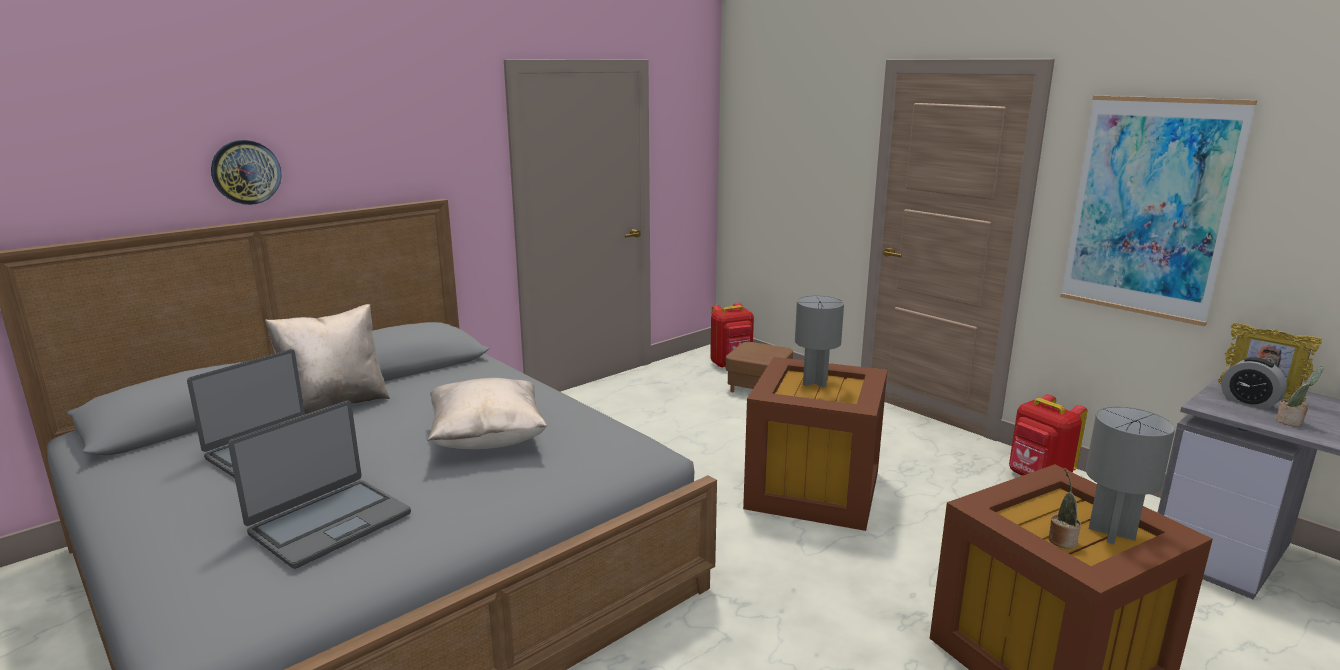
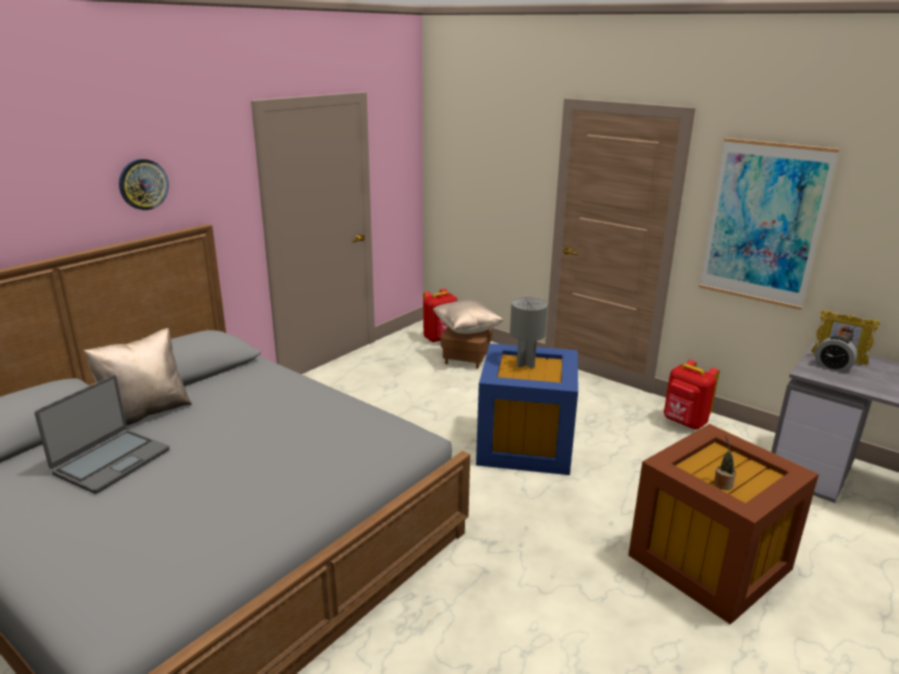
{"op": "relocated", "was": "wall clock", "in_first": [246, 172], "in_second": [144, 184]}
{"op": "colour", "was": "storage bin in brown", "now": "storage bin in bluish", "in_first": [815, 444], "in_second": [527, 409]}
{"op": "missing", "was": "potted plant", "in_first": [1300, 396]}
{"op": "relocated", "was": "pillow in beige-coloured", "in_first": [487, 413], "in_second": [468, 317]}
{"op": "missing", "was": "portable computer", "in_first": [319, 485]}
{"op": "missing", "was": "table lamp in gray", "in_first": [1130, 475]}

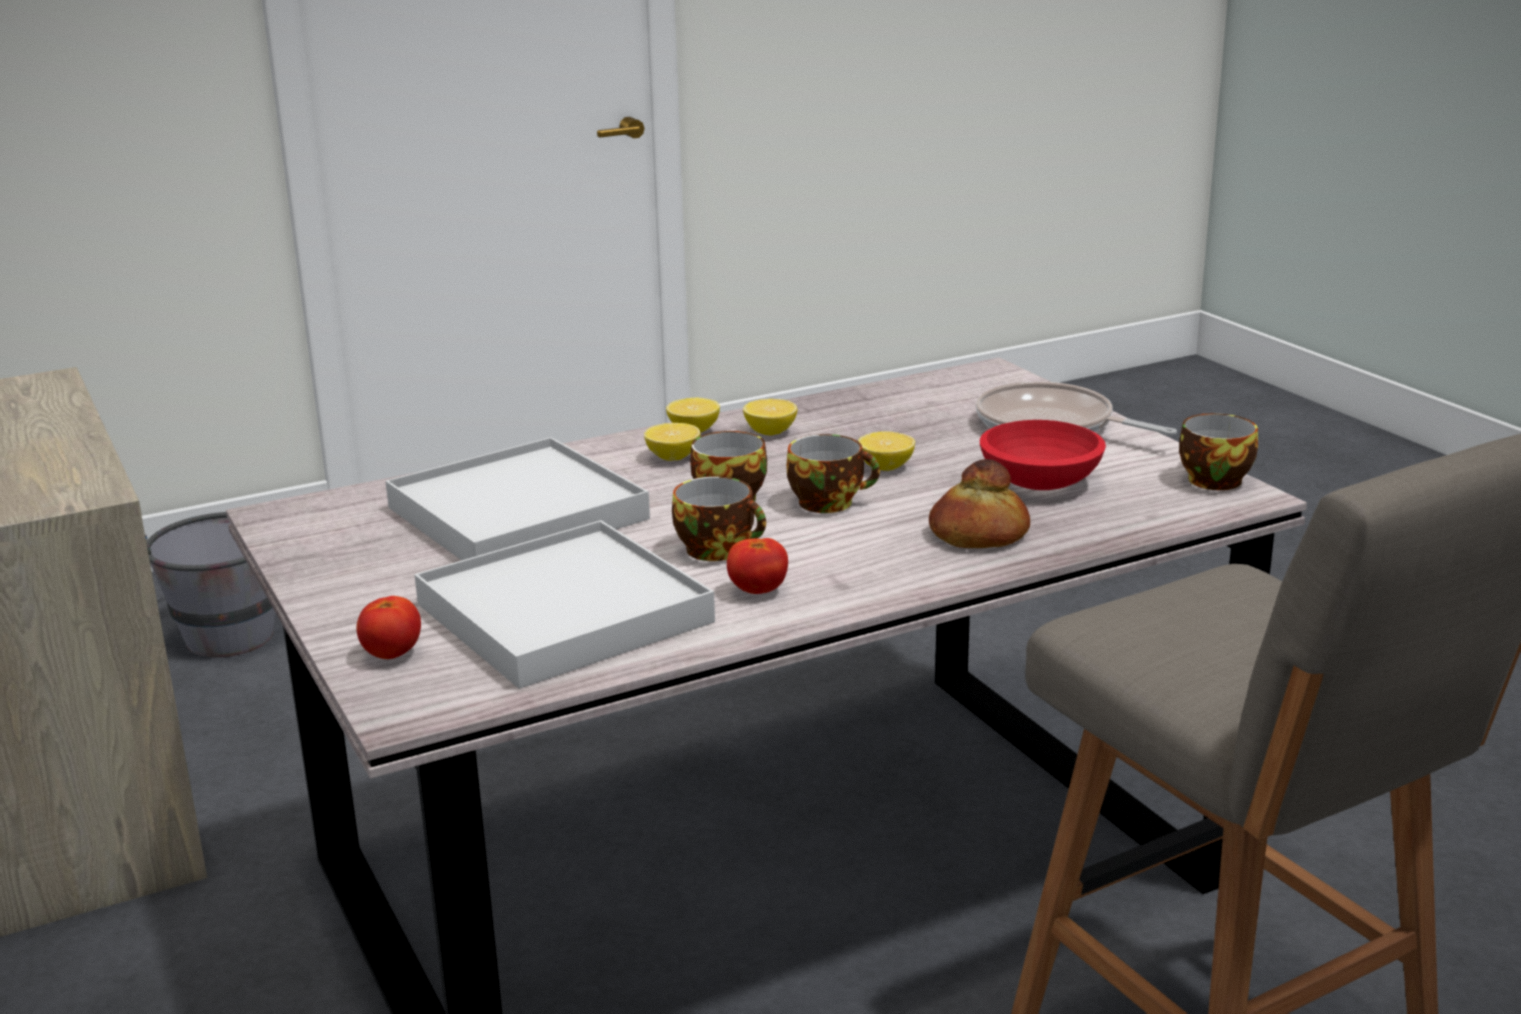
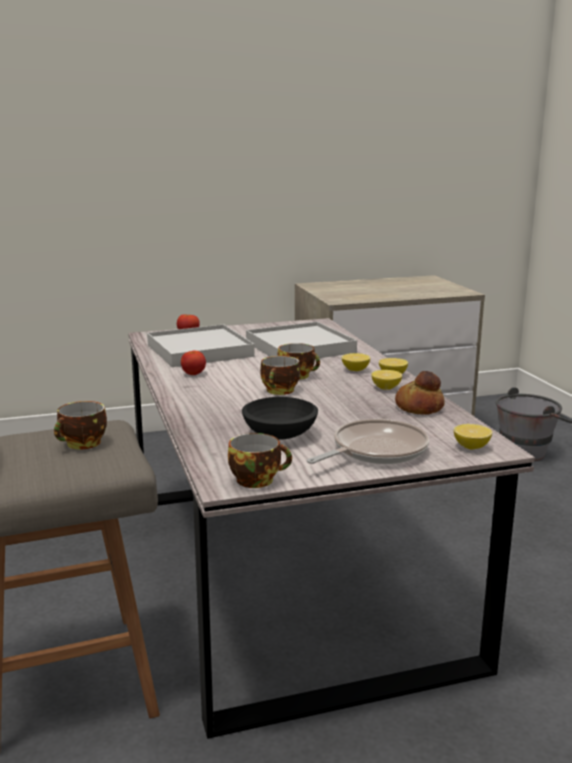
{"op": "colour", "was": "serving bowl in reddish", "now": "serving bowl in black", "in_first": [1043, 455], "in_second": [280, 418]}
{"op": "relocated", "was": "lemon", "in_first": [886, 451], "in_second": [473, 436]}
{"op": "relocated", "was": "baked bread", "in_first": [979, 503], "in_second": [420, 393]}
{"op": "relocated", "was": "small cup", "in_first": [719, 519], "in_second": [80, 425]}

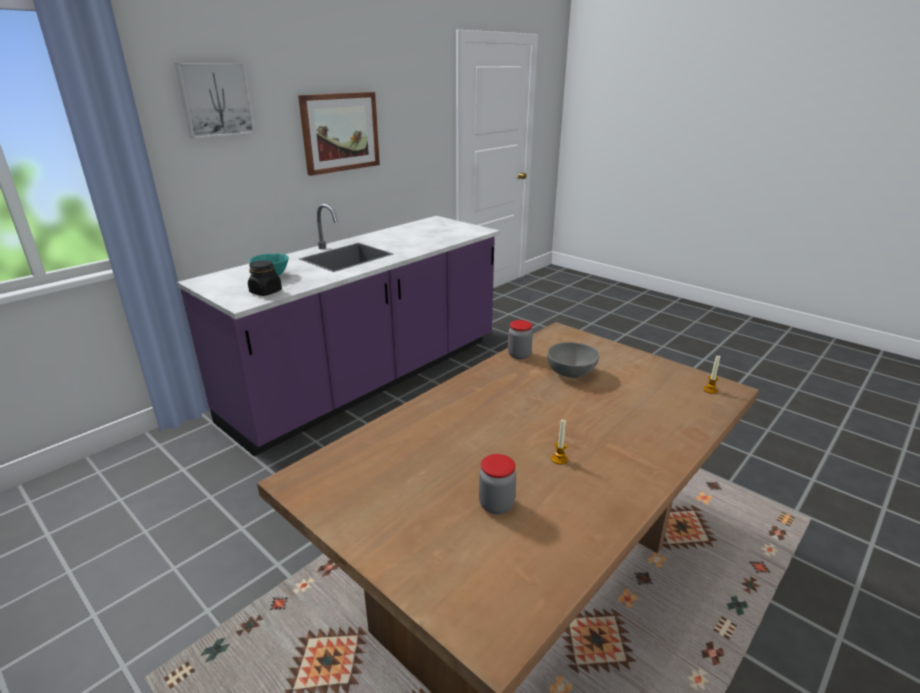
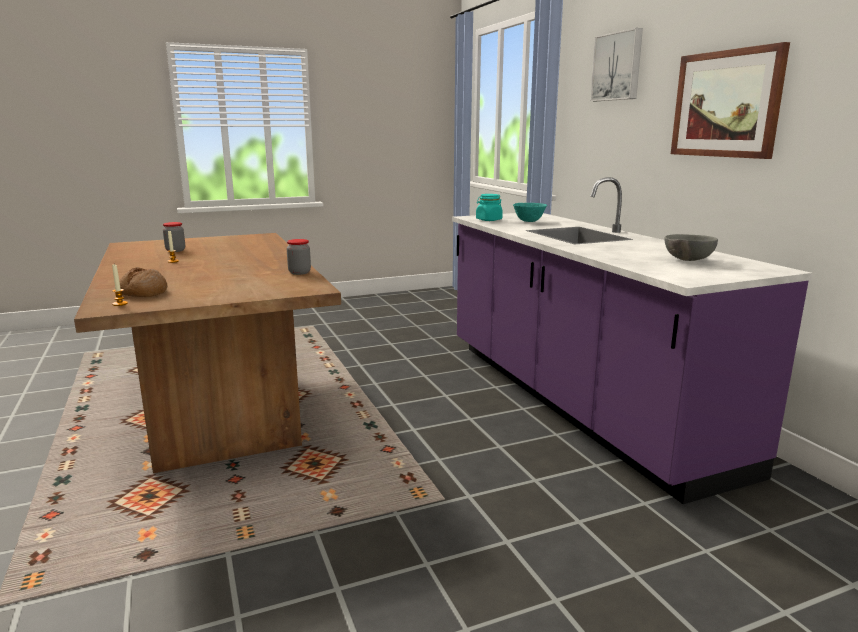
{"op": "colour", "was": "storage jar in black", "now": "storage jar in turquoise-coloured", "in_first": [265, 278], "in_second": [489, 207]}
{"op": "relocated", "was": "serving bowl in gray", "in_first": [573, 360], "in_second": [691, 247]}
{"op": "appeared", "now": "baked bread", "in_second": [143, 282]}

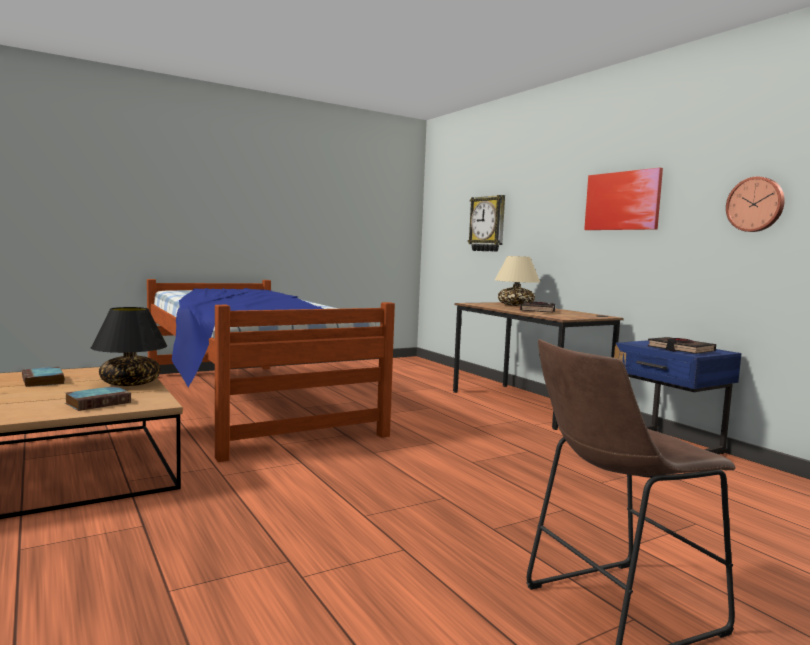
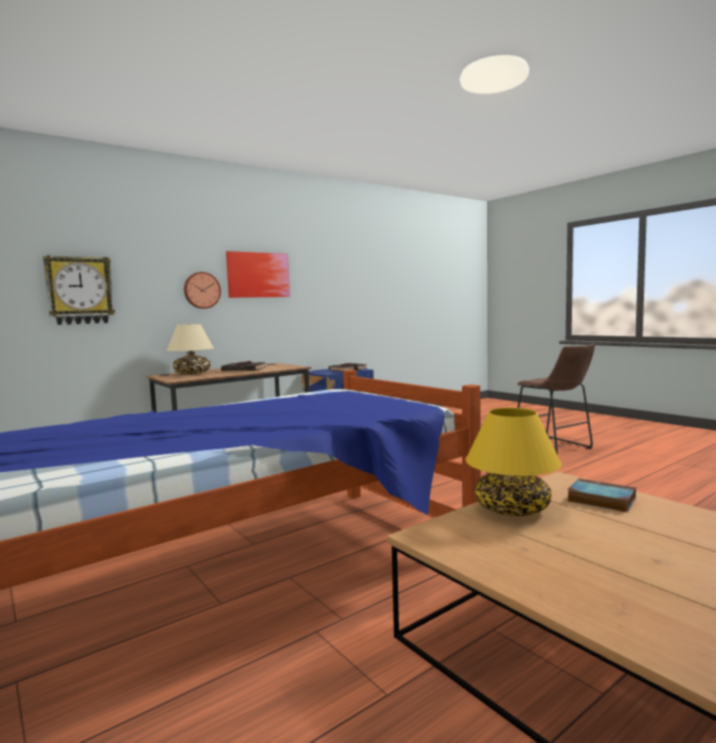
{"op": "relocated", "was": "wall clock", "in_first": [755, 204], "in_second": [202, 290]}
{"op": "colour", "was": "table lamp in black", "now": "table lamp in yellow-coloured", "in_first": [129, 346], "in_second": [514, 462]}
{"op": "missing", "was": "book", "in_first": [43, 377]}

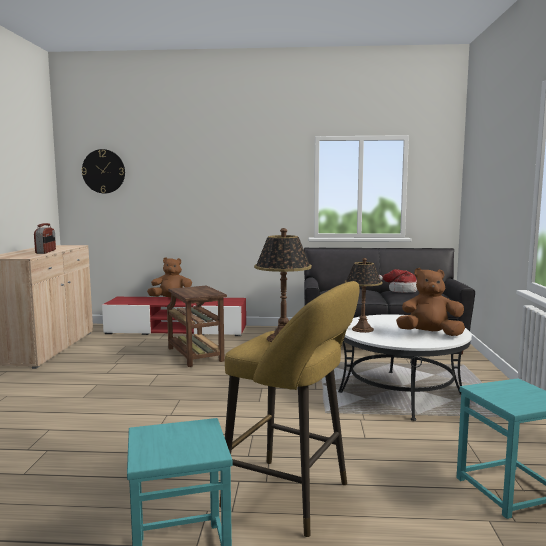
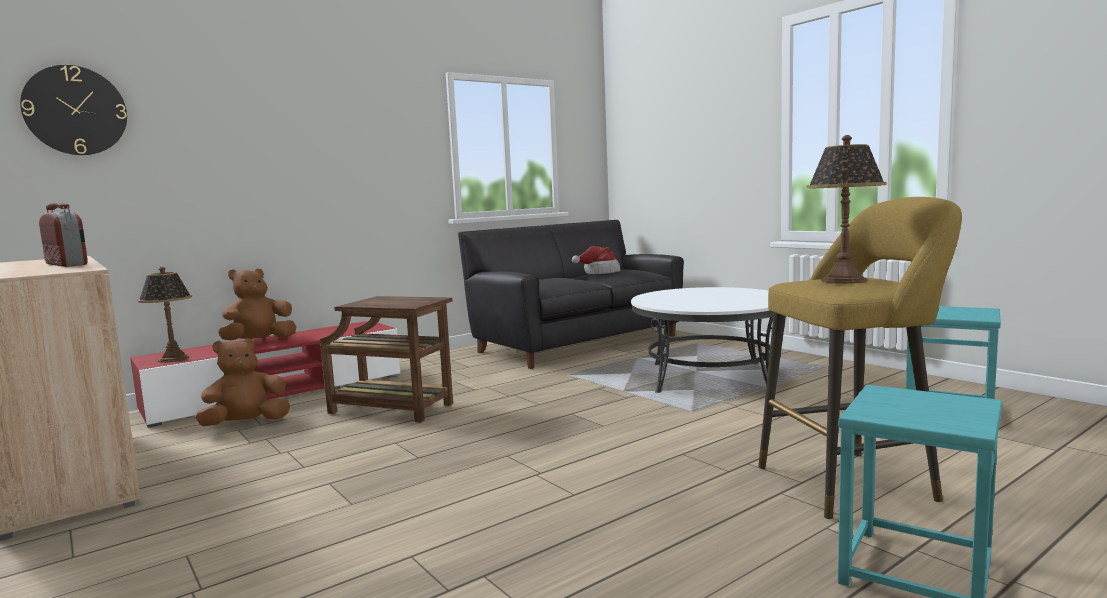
{"op": "relocated", "was": "table lamp", "in_first": [364, 295], "in_second": [165, 315]}
{"op": "relocated", "was": "cuddly toy in brown", "in_first": [430, 302], "in_second": [242, 382]}

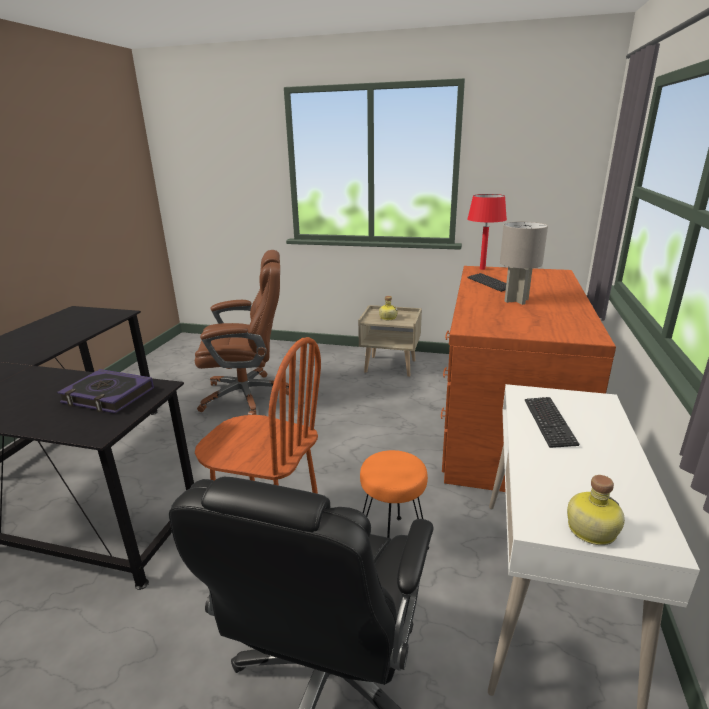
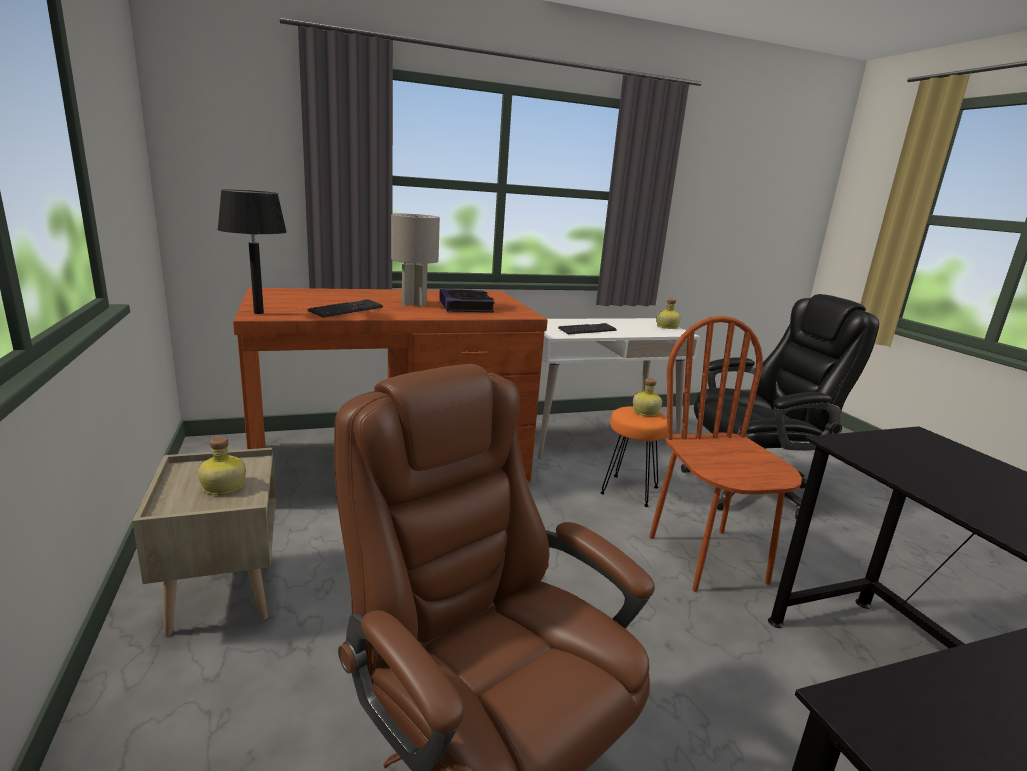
{"op": "colour", "was": "table lamp in reddish", "now": "table lamp in black", "in_first": [487, 232], "in_second": [252, 252]}
{"op": "relocated", "was": "book", "in_first": [105, 391], "in_second": [467, 300]}
{"op": "appeared", "now": "bottle", "in_second": [647, 397]}

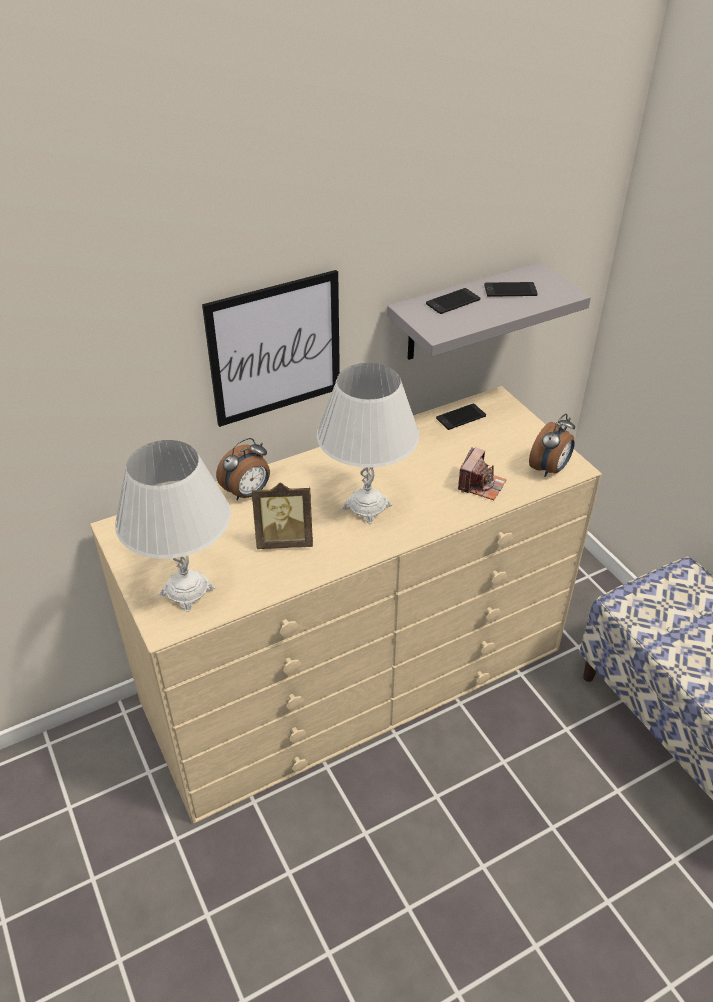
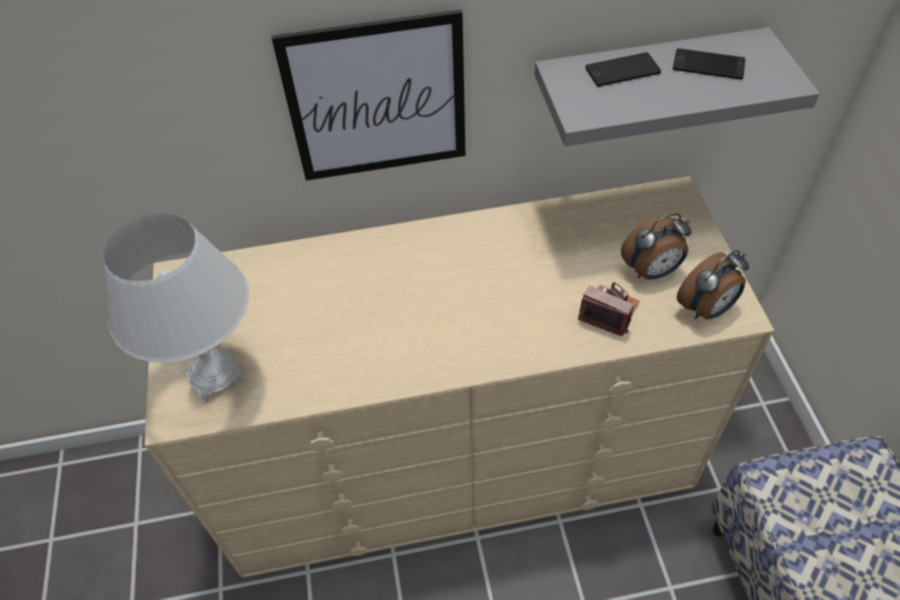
{"op": "missing", "was": "table lamp in whitish", "in_first": [368, 443]}
{"op": "missing", "was": "handset", "in_first": [461, 417]}
{"op": "relocated", "was": "alarm clock", "in_first": [243, 469], "in_second": [656, 246]}
{"op": "spun", "was": "still camera", "in_first": [482, 473], "in_second": [609, 309], "clockwise": -105}
{"op": "missing", "was": "photo frame", "in_first": [282, 516]}

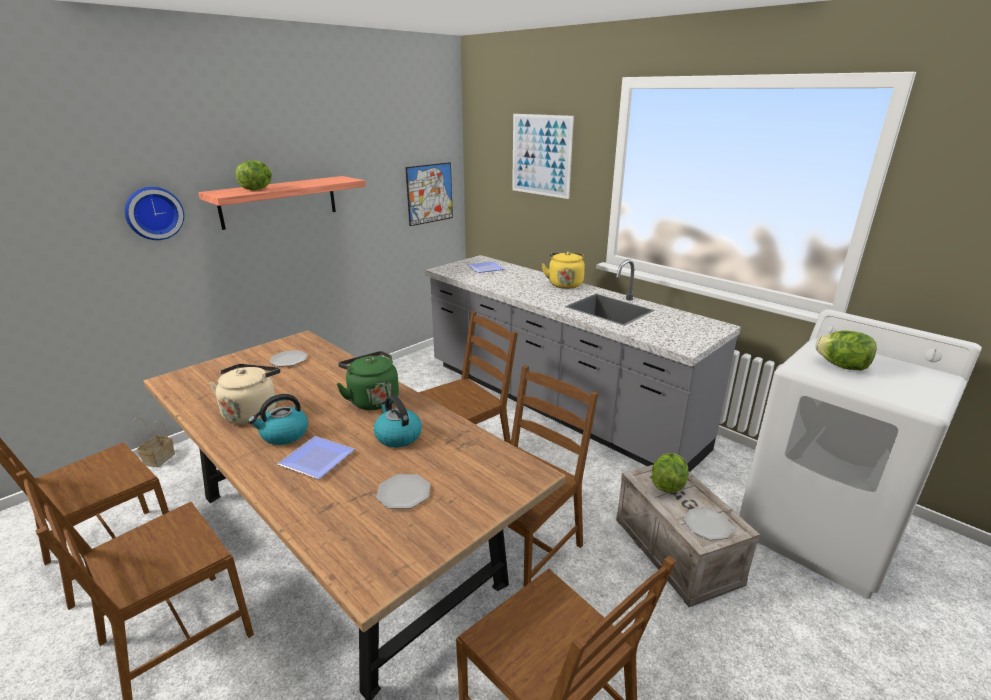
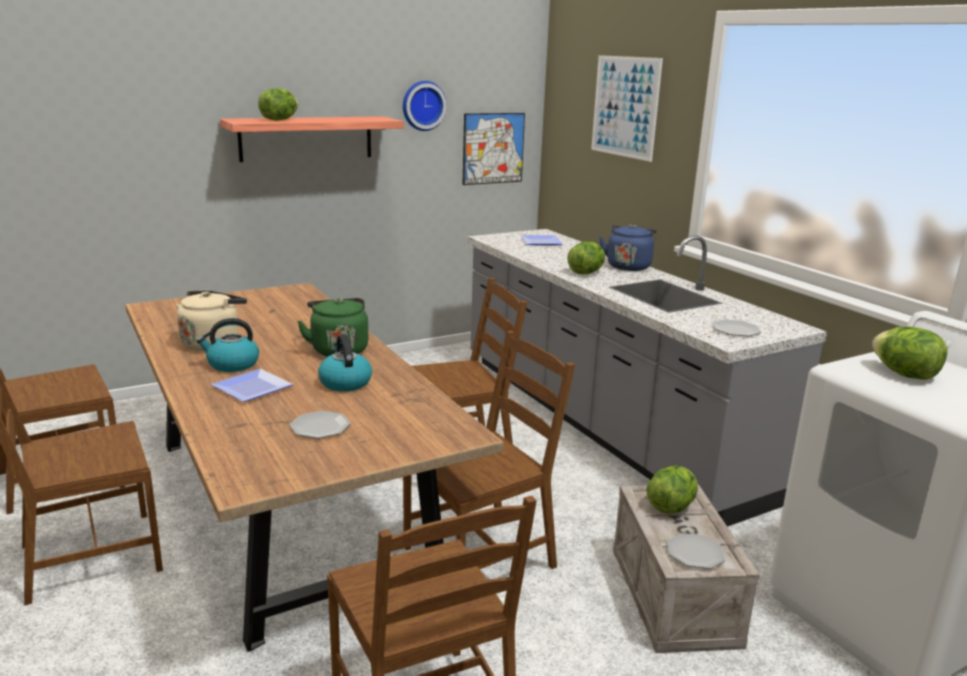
{"op": "relocated", "was": "wall clock", "in_first": [154, 213], "in_second": [425, 106]}
{"op": "colour", "was": "water kettle in yellow-coloured", "now": "water kettle in bluish", "in_first": [563, 270], "in_second": [628, 247]}
{"op": "relocated", "was": "flat dish", "in_first": [289, 358], "in_second": [736, 327]}
{"op": "missing", "was": "basket", "in_first": [154, 442]}
{"op": "appeared", "now": "lettuce head", "in_second": [586, 258]}

